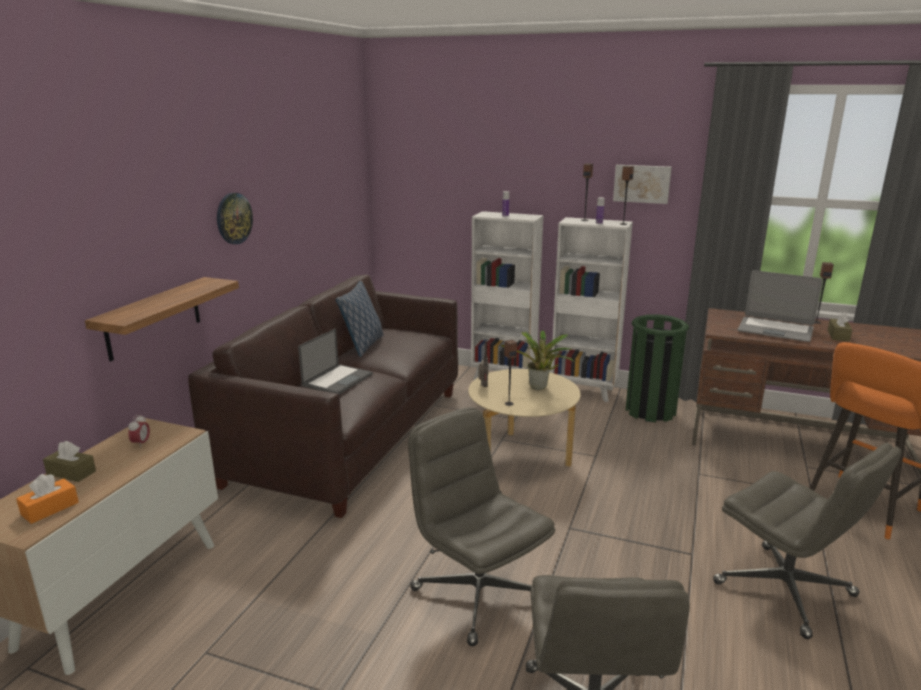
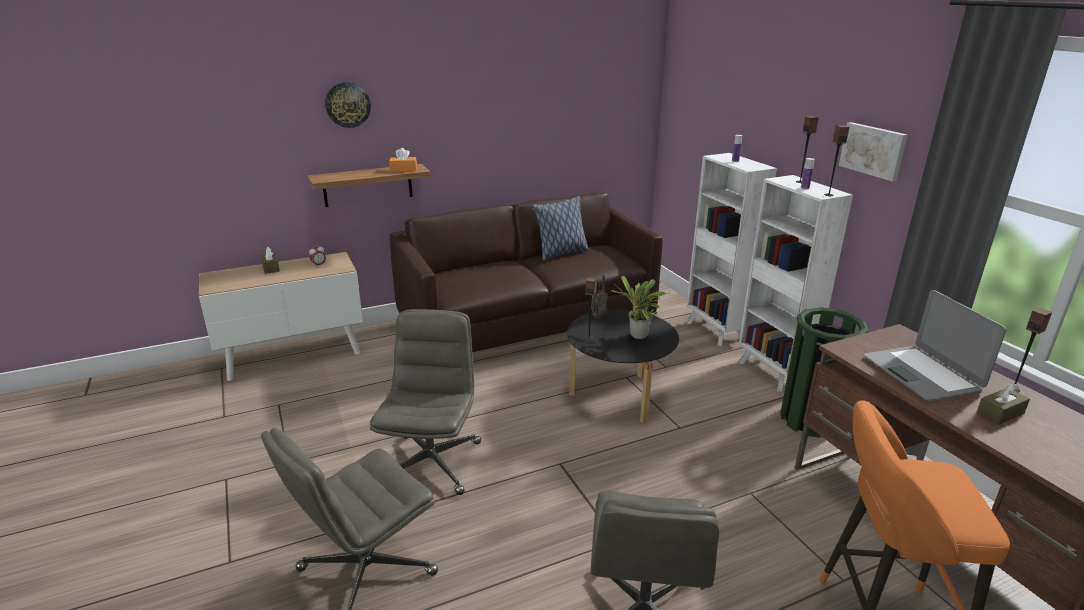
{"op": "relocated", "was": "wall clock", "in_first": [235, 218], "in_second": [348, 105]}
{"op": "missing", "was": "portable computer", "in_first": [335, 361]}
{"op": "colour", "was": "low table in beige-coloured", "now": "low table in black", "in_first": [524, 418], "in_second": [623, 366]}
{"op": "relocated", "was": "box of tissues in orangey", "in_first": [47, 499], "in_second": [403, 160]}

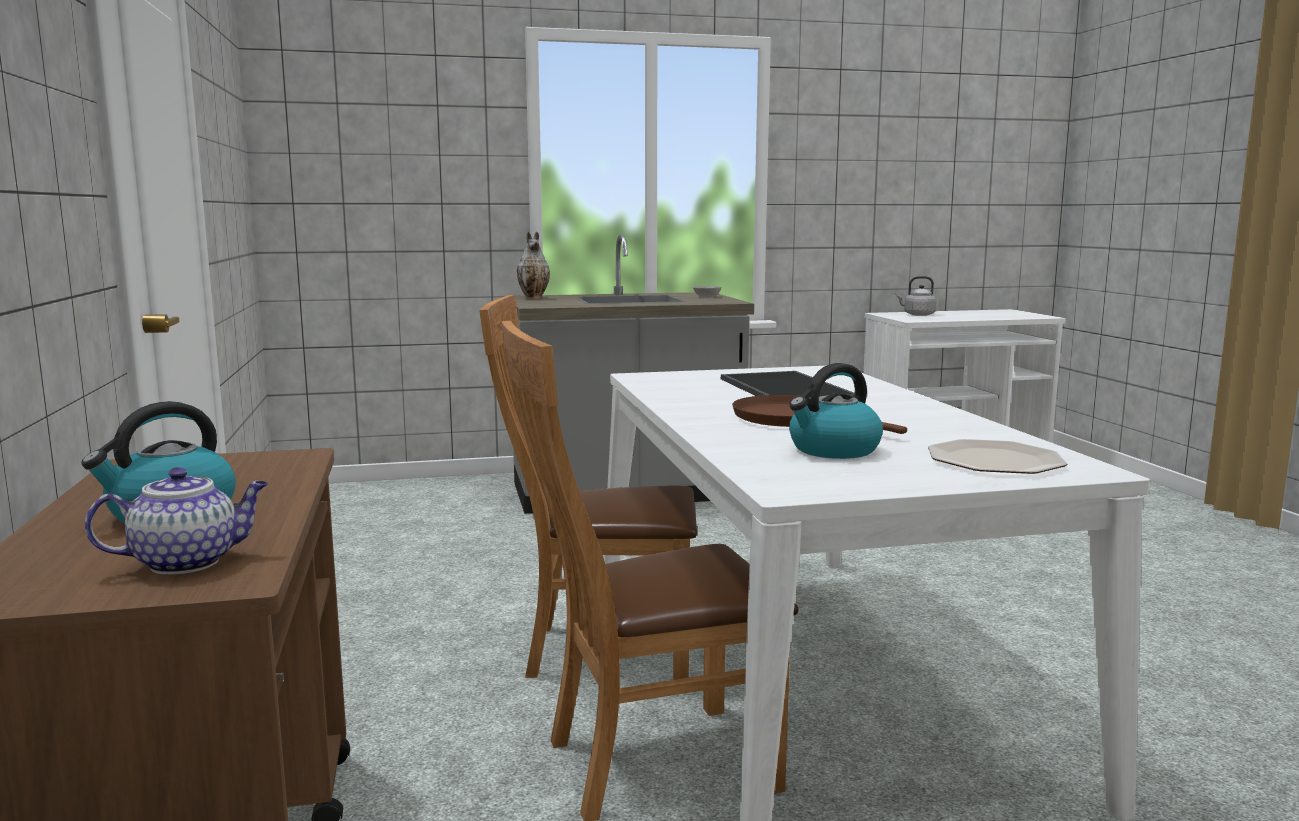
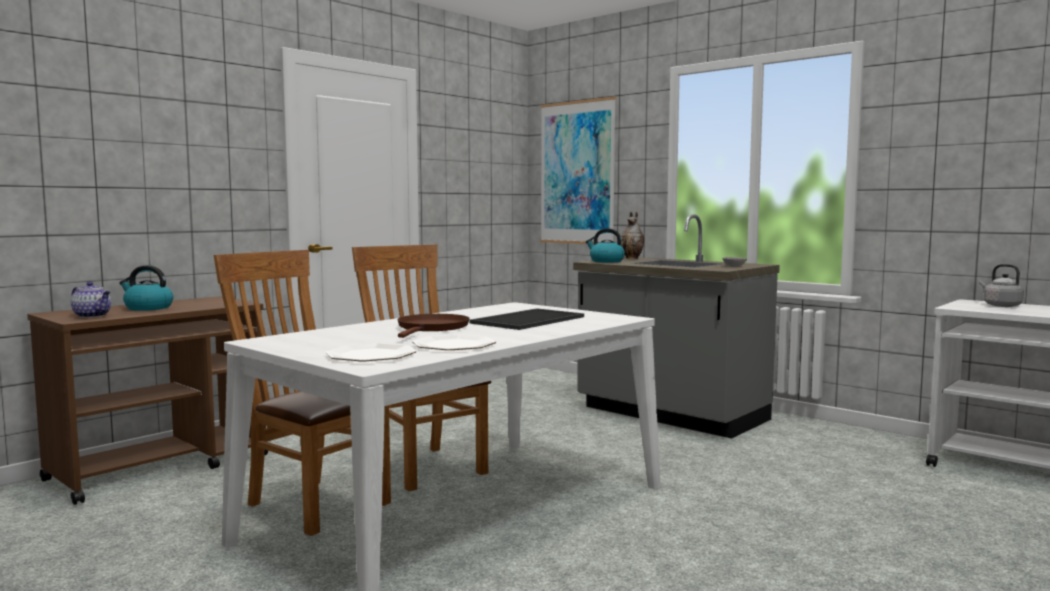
{"op": "relocated", "was": "water kettle", "in_first": [836, 411], "in_second": [605, 245]}
{"op": "appeared", "now": "picture", "in_second": [578, 170]}
{"op": "appeared", "now": "flat dish", "in_second": [454, 342]}

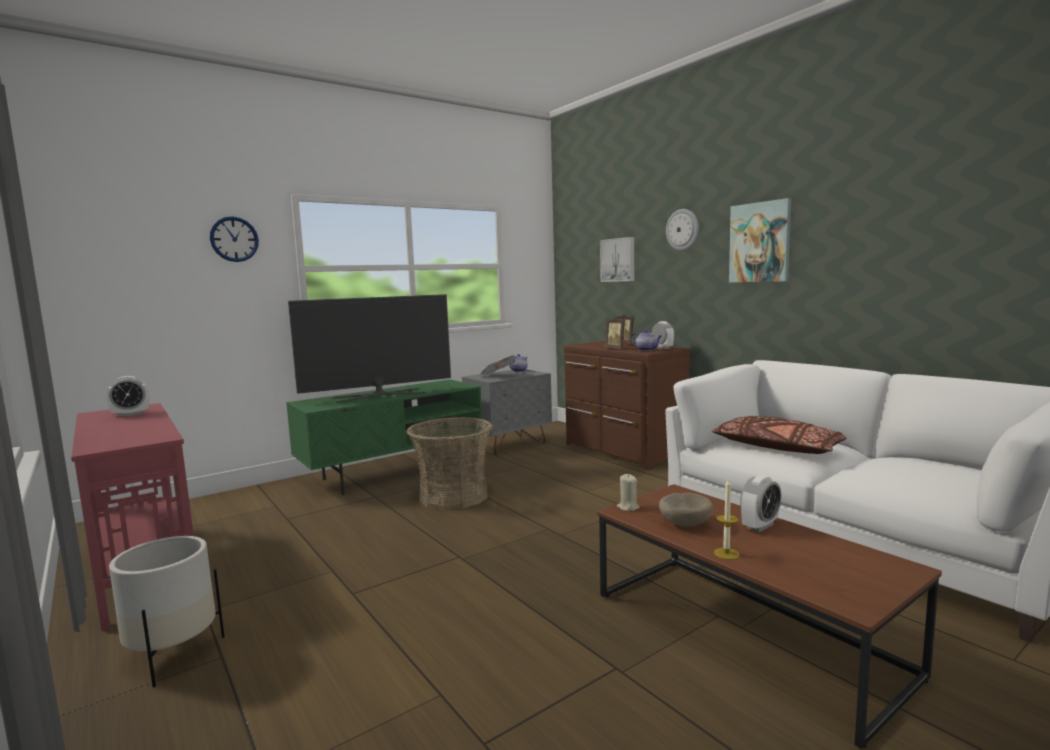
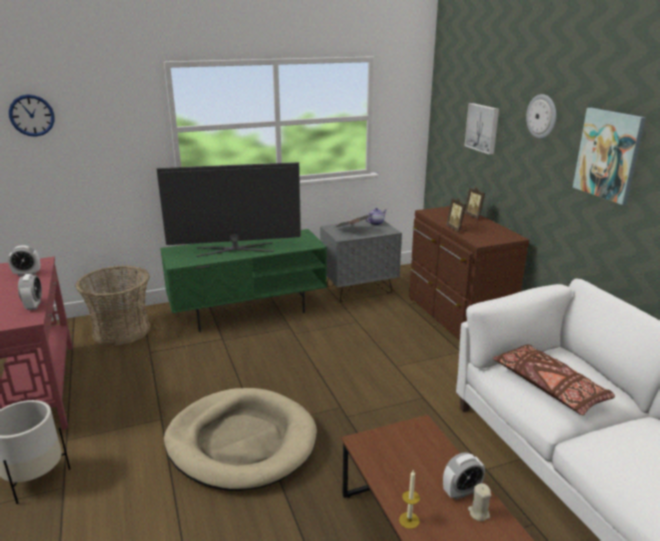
{"op": "relocated", "was": "wall clock", "in_first": [234, 239], "in_second": [32, 115]}
{"op": "relocated", "was": "alarm clock", "in_first": [663, 335], "in_second": [30, 292]}
{"op": "missing", "was": "pot for tea", "in_first": [646, 340]}
{"op": "relocated", "was": "basket", "in_first": [450, 463], "in_second": [112, 305]}
{"op": "relocated", "was": "candle in beige-coloured", "in_first": [628, 492], "in_second": [479, 502]}
{"op": "missing", "was": "serving bowl in beige-coloured", "in_first": [686, 510]}
{"op": "appeared", "now": "pet bed in beige-coloured", "in_second": [240, 439]}

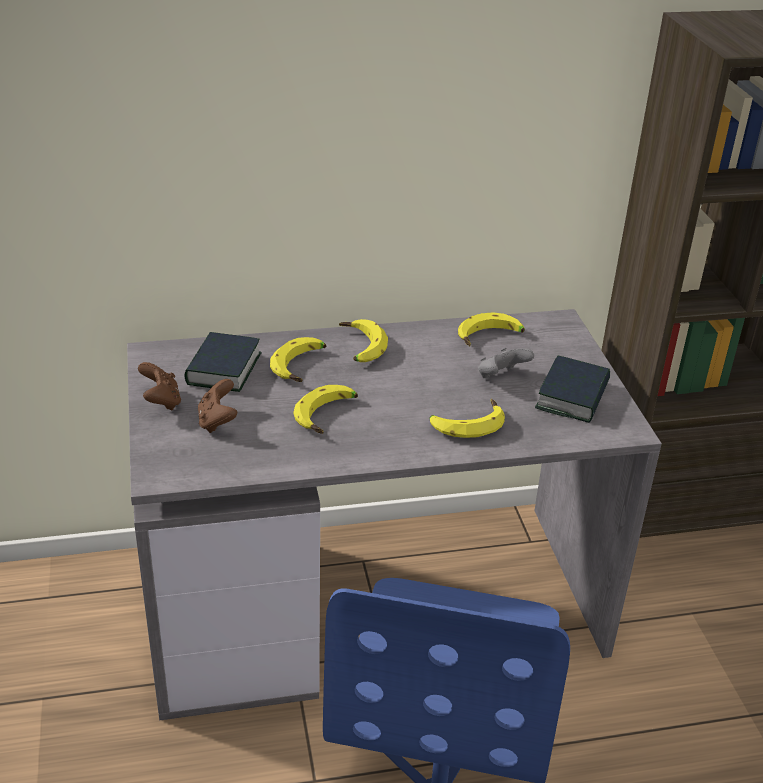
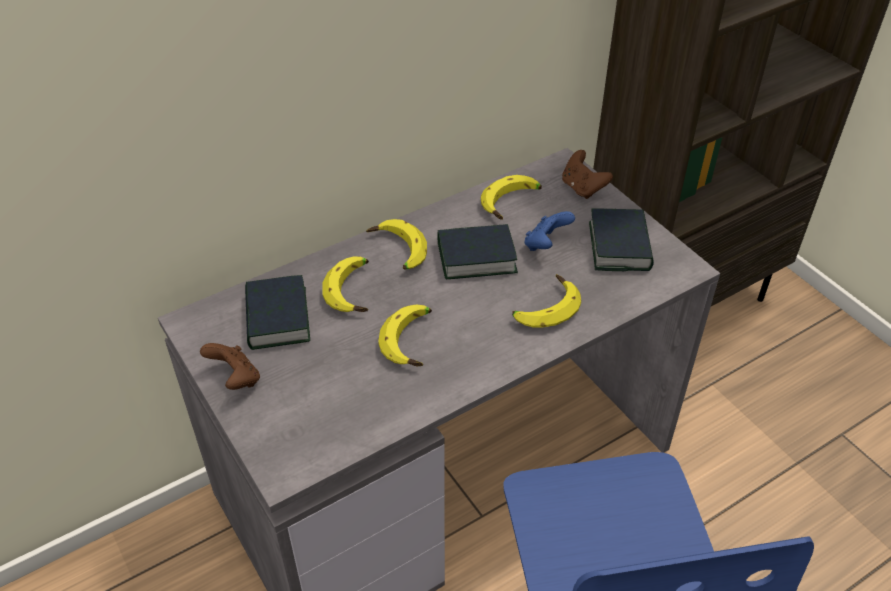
{"op": "colour", "was": "gamepad in gray", "now": "gamepad in bluish", "in_first": [506, 363], "in_second": [549, 231]}
{"op": "relocated", "was": "gamepad in brown", "in_first": [217, 406], "in_second": [587, 174]}
{"op": "appeared", "now": "book", "in_second": [478, 251]}

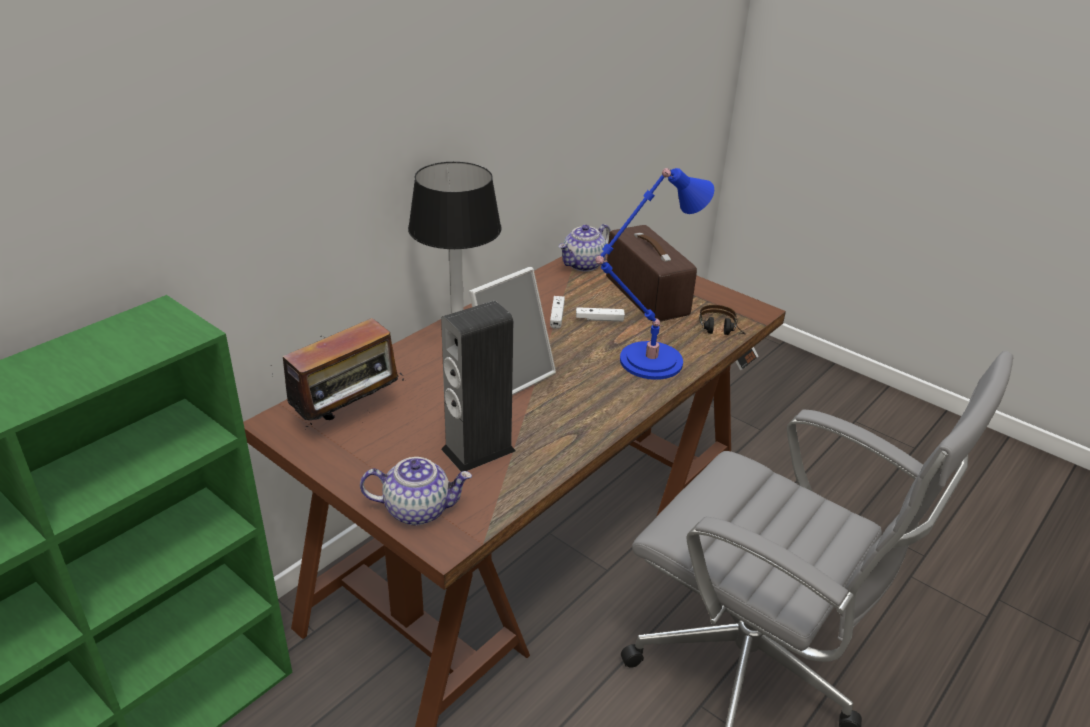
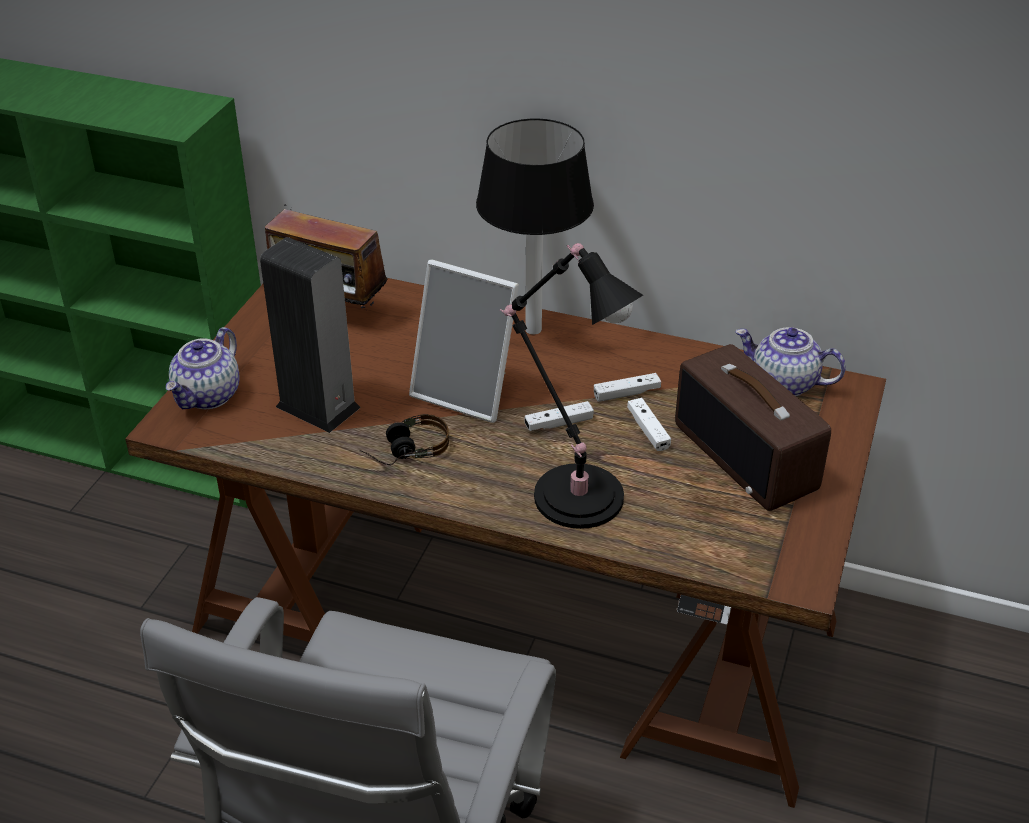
{"op": "colour", "was": "table lamp in bluish", "now": "table lamp in black", "in_first": [654, 274], "in_second": [571, 386]}
{"op": "spun", "was": "radio receiver", "in_first": [651, 273], "in_second": [753, 427], "clockwise": 105}
{"op": "relocated", "was": "pair of headphones", "in_first": [722, 320], "in_second": [404, 439]}
{"op": "spun", "was": "pot for tea", "in_first": [416, 491], "in_second": [203, 368], "clockwise": 45}
{"op": "appeared", "now": "gamepad in whitish", "in_second": [559, 416]}

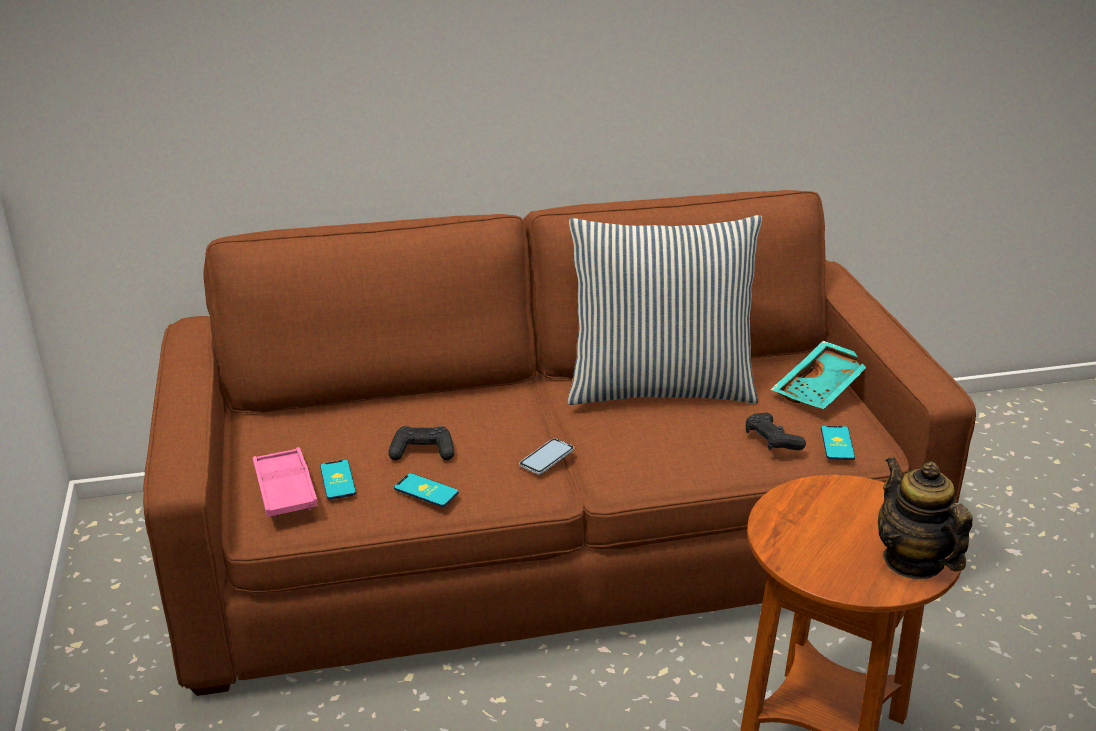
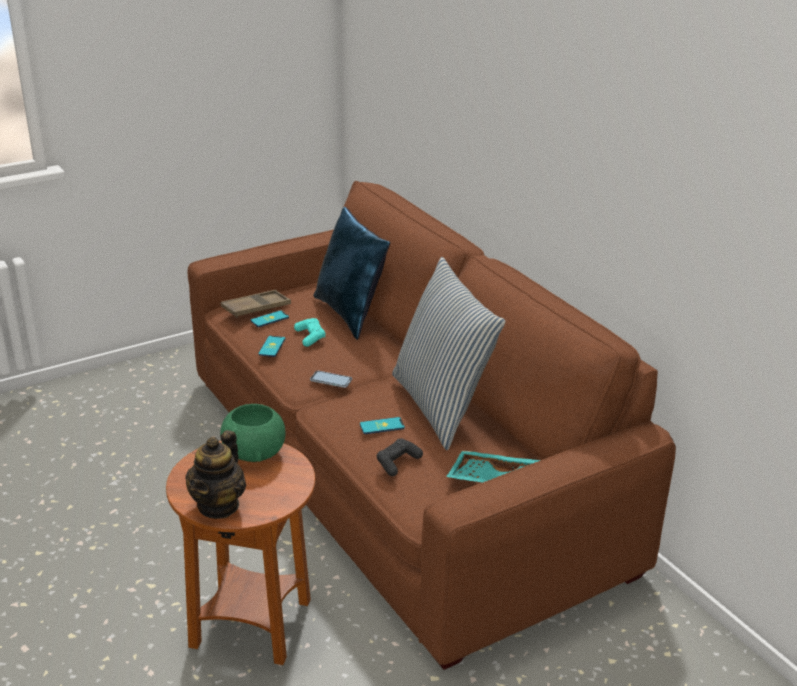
{"op": "colour", "was": "gamepad in black", "now": "gamepad in turquoise-coloured", "in_first": [421, 443], "in_second": [310, 332]}
{"op": "relocated", "was": "handset", "in_first": [838, 443], "in_second": [382, 425]}
{"op": "colour", "was": "serving tray in pink-coloured", "now": "serving tray in brown", "in_first": [285, 482], "in_second": [256, 304]}
{"op": "spun", "was": "pot for tea", "in_first": [925, 518], "in_second": [215, 474], "clockwise": 150}
{"op": "appeared", "now": "pillow in bluish", "in_second": [352, 273]}
{"op": "appeared", "now": "serving bowl in green", "in_second": [253, 433]}

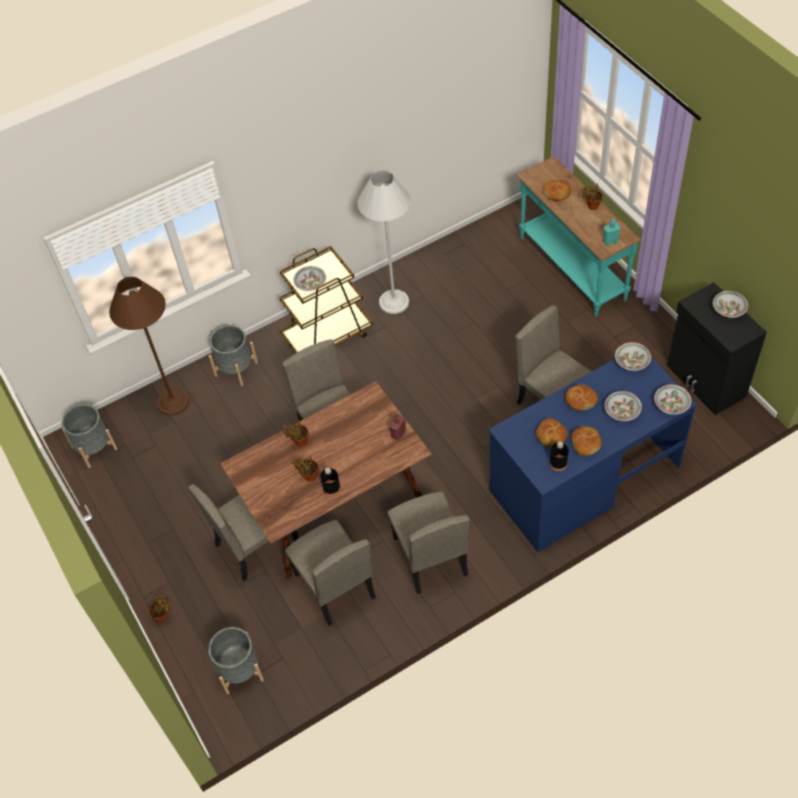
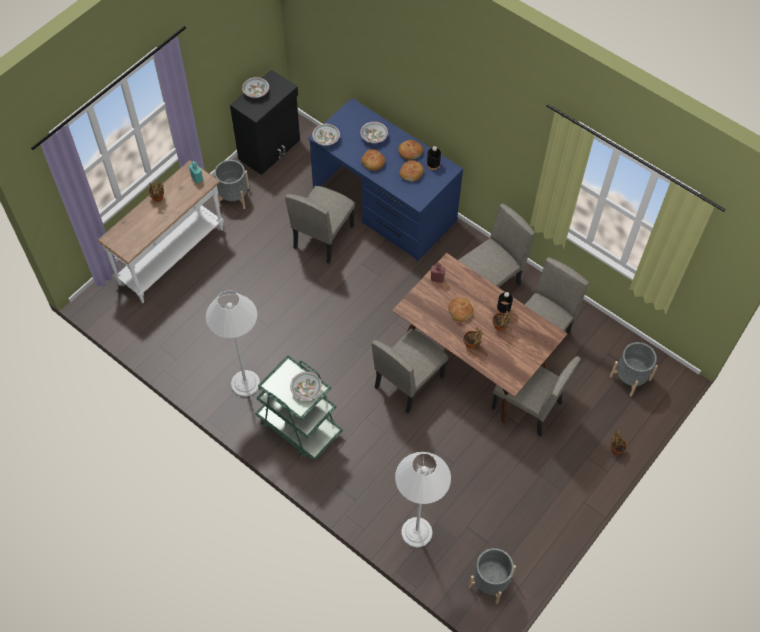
{"op": "colour", "was": "narrow table in turquoise-coloured", "now": "narrow table in whitish", "in_first": [578, 236], "in_second": [161, 231]}
{"op": "relocated", "was": "baked bread", "in_first": [557, 190], "in_second": [460, 310]}
{"op": "colour", "was": "cart in brown", "now": "cart in green", "in_first": [326, 300], "in_second": [299, 408]}
{"op": "colour", "was": "standard lamp in brown", "now": "standard lamp in whitish", "in_first": [149, 346], "in_second": [423, 500]}
{"op": "relocated", "was": "plant pot in gray", "in_first": [233, 355], "in_second": [231, 184]}
{"op": "missing", "was": "serving bowl", "in_first": [673, 400]}

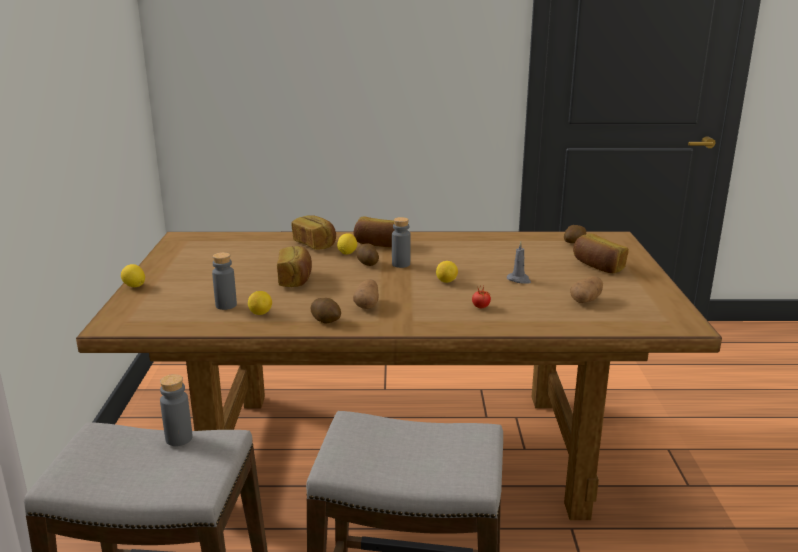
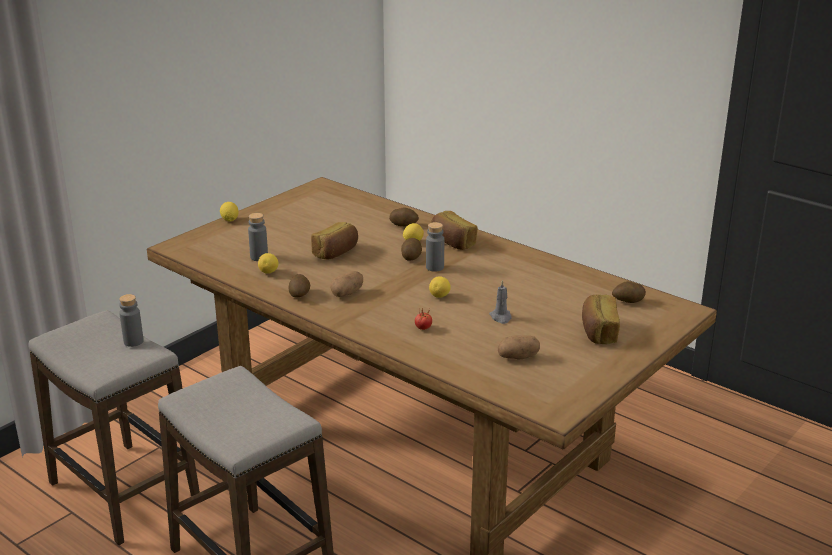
{"op": "exchanged", "was": "baked bread", "now": "whole potato", "in_first": [313, 232], "in_second": [404, 217]}

